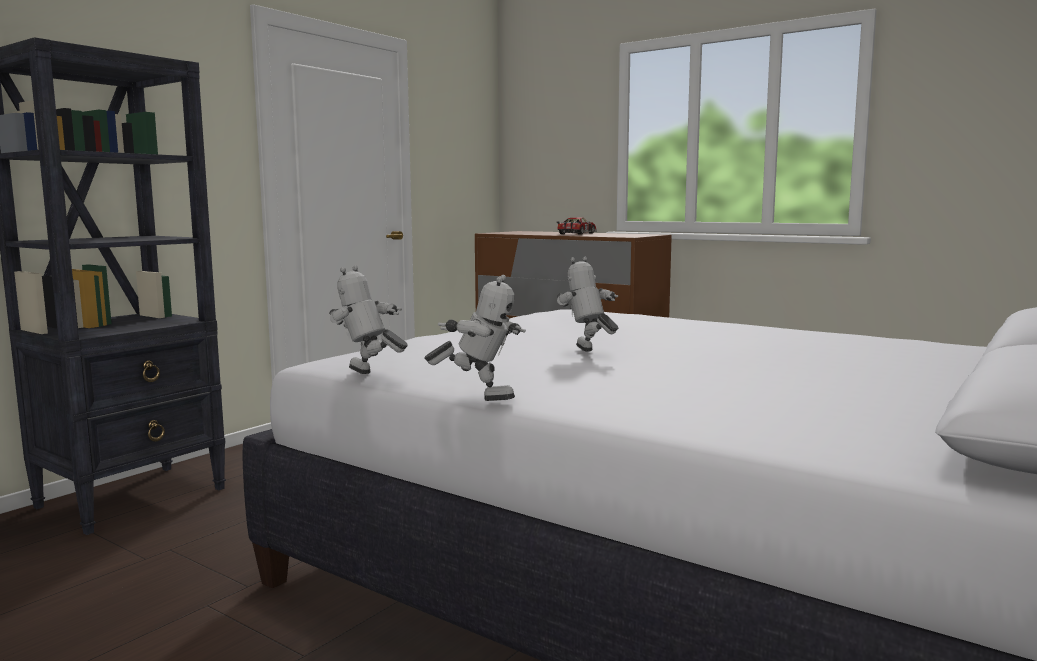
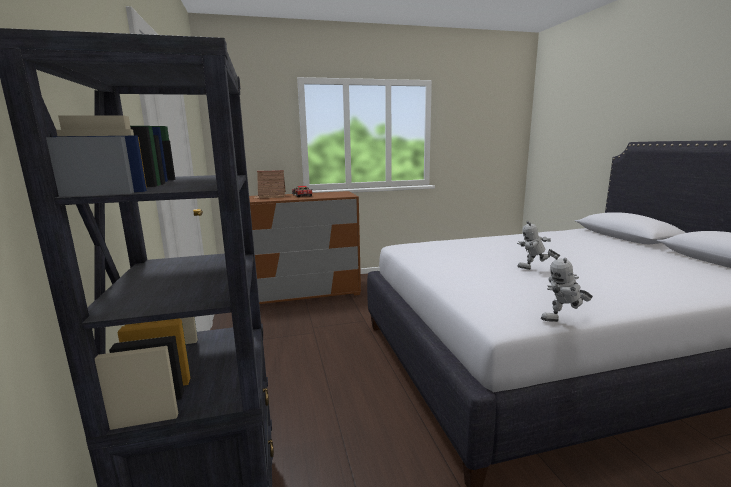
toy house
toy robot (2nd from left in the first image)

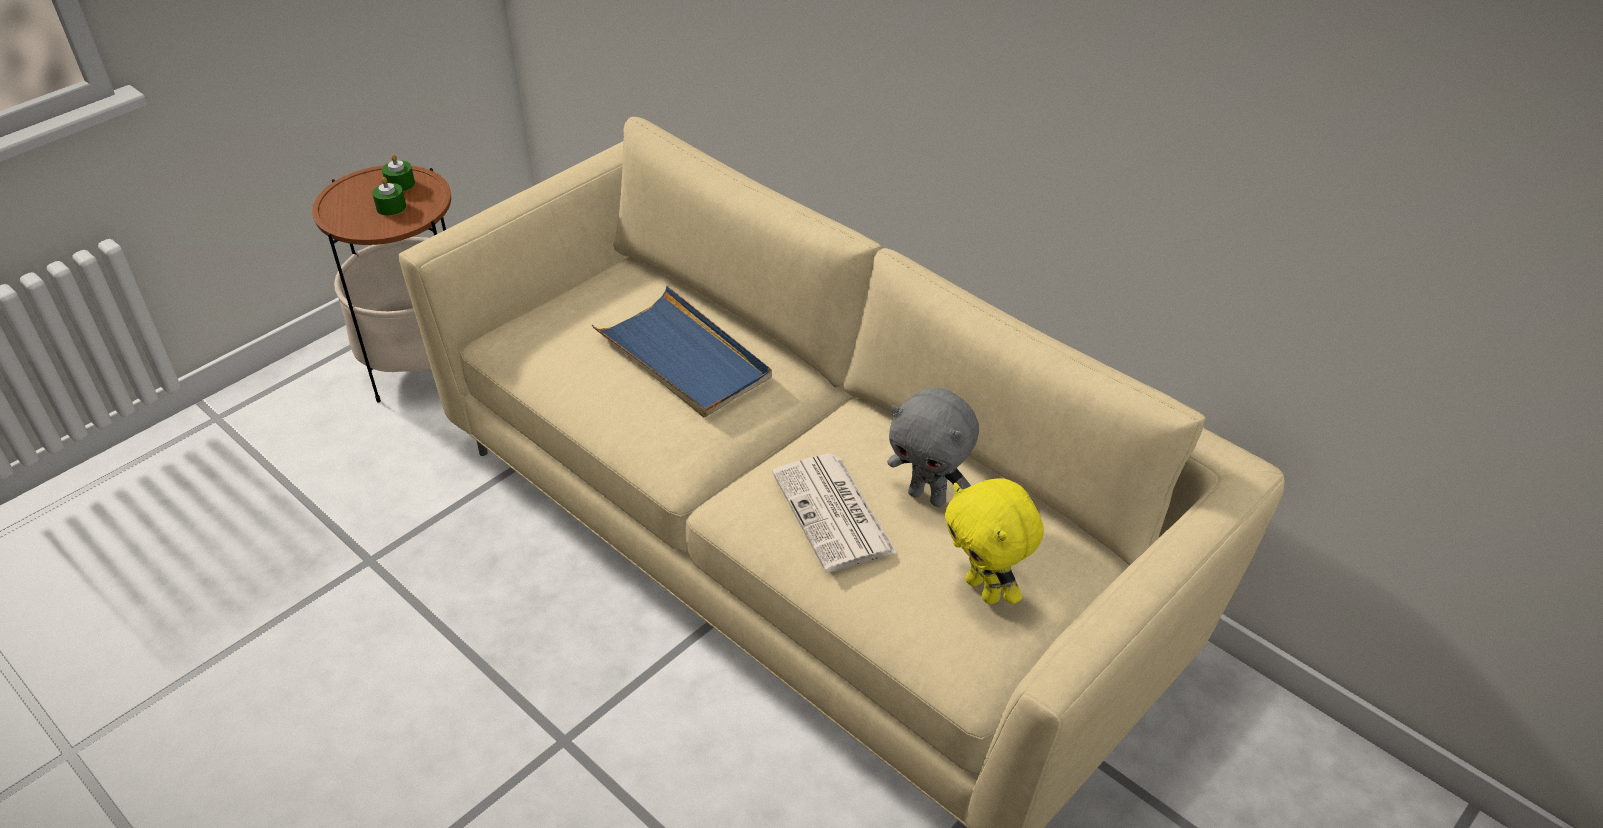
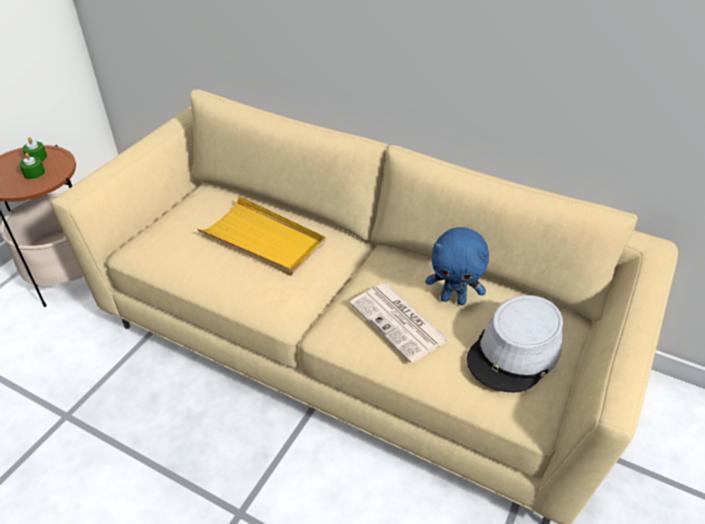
yellow tray
blue plush toy
grey hat

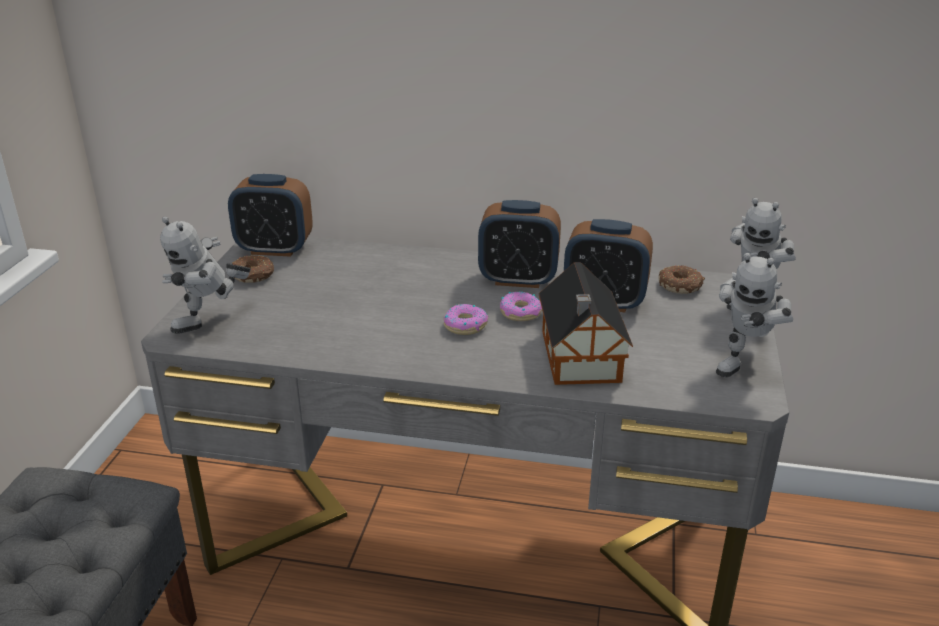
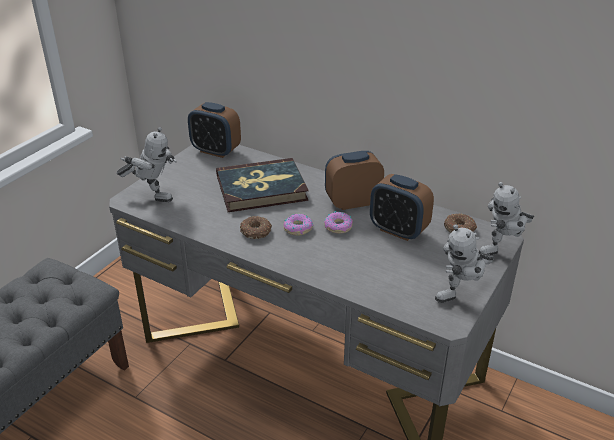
toy robot (1st from left)
book
donut (1st from left)
alarm clock (2nd from left)
toy house

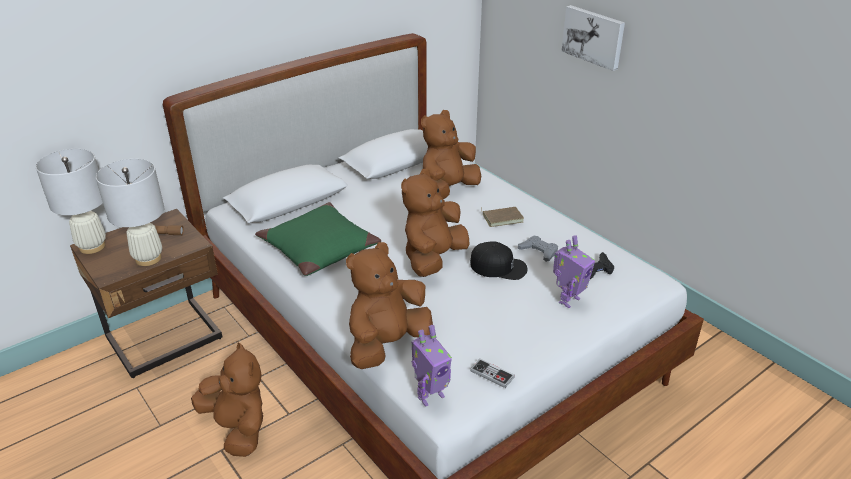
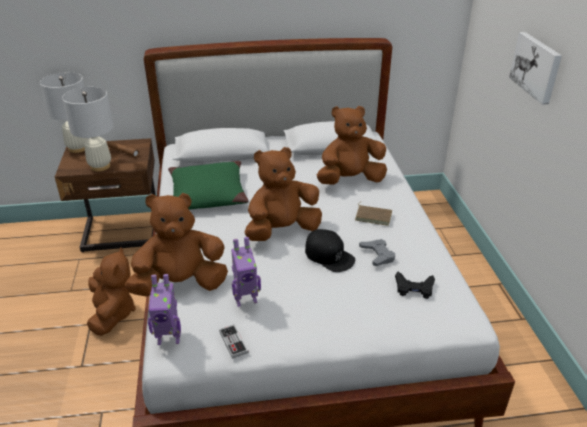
toy robot (2nd from left)

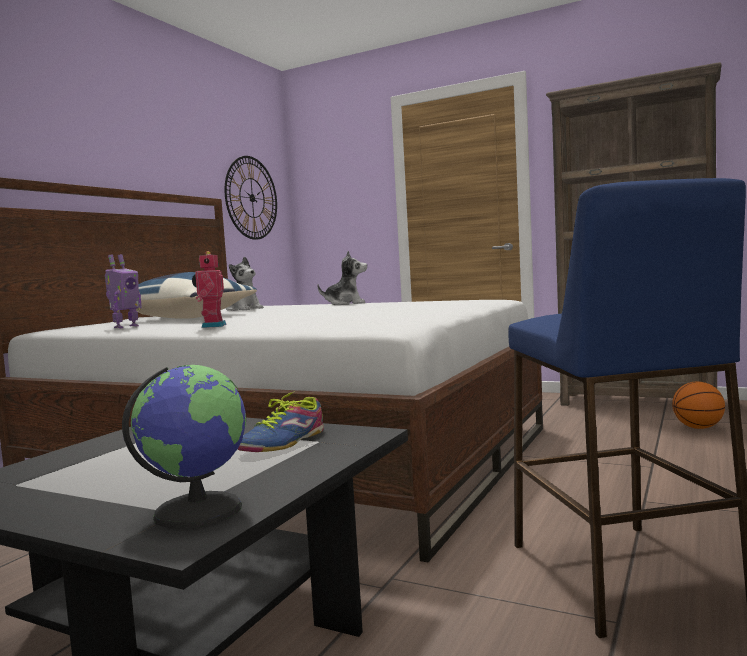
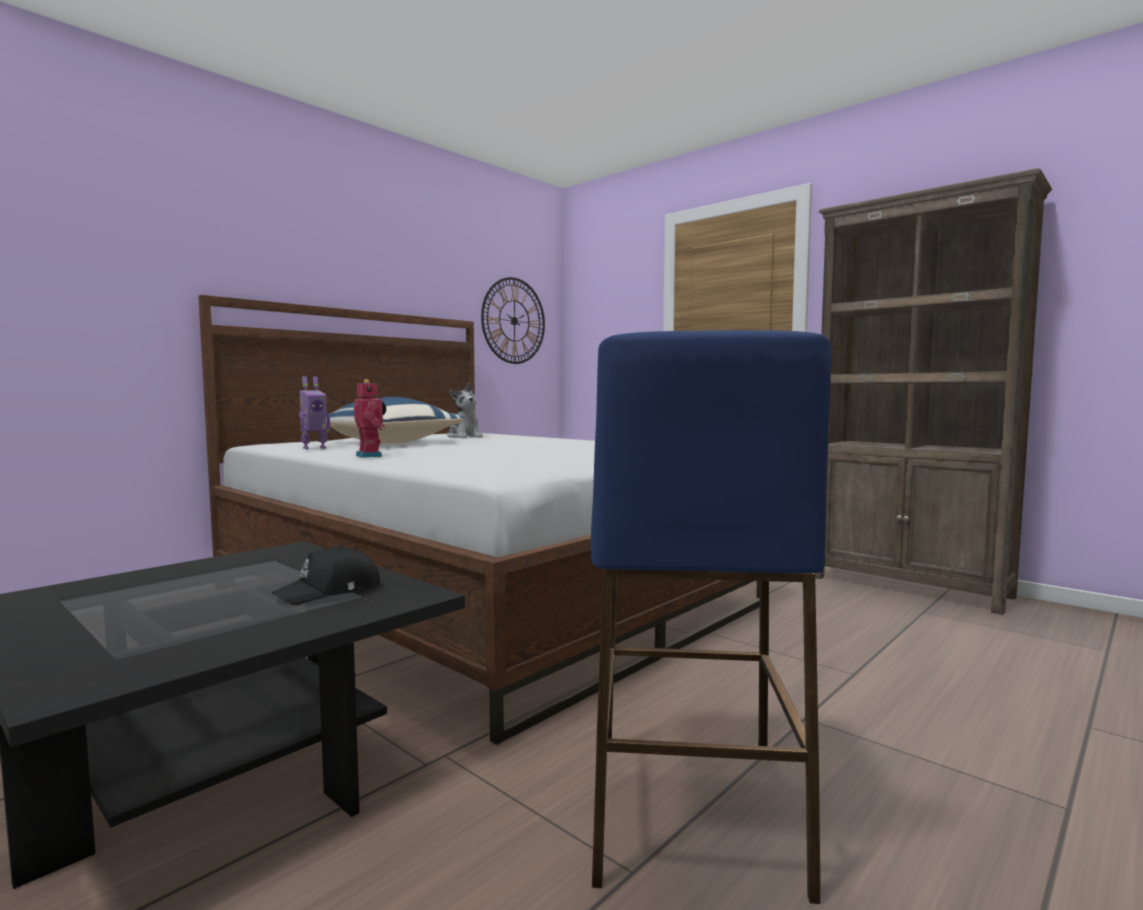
black cap
toy robot (2nd from left)
globe
plush toy (2nd from left in the first image)
basketball

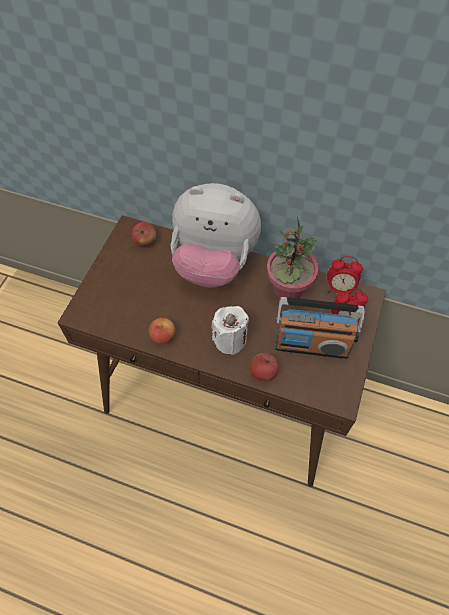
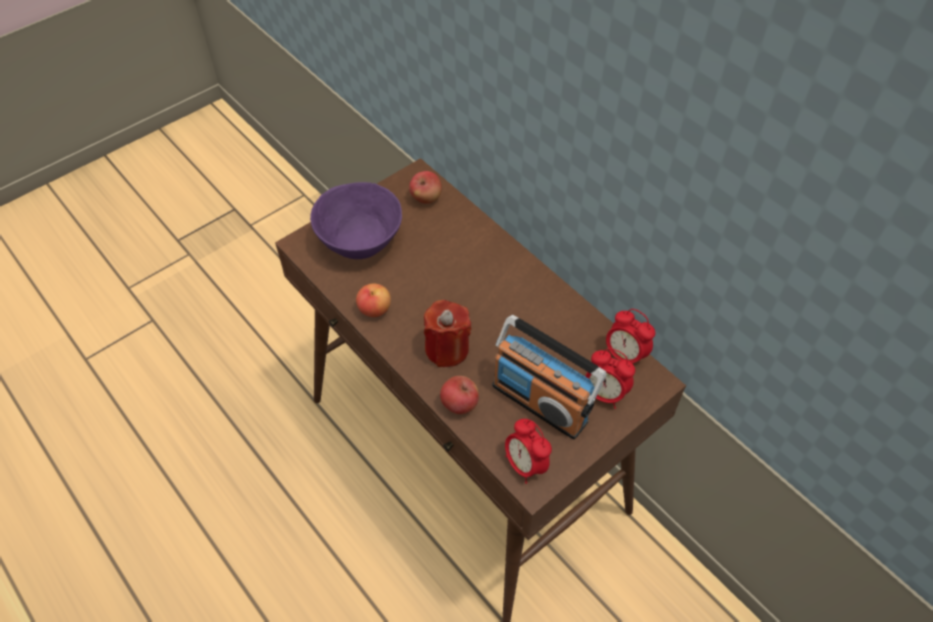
purple bowl
red candle
alarm clock (1st from left)
plush toy
potted plant

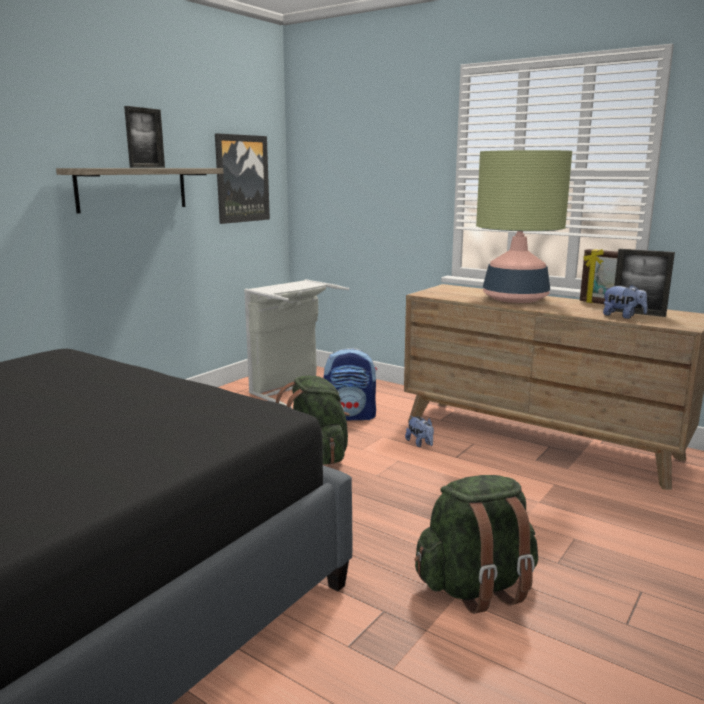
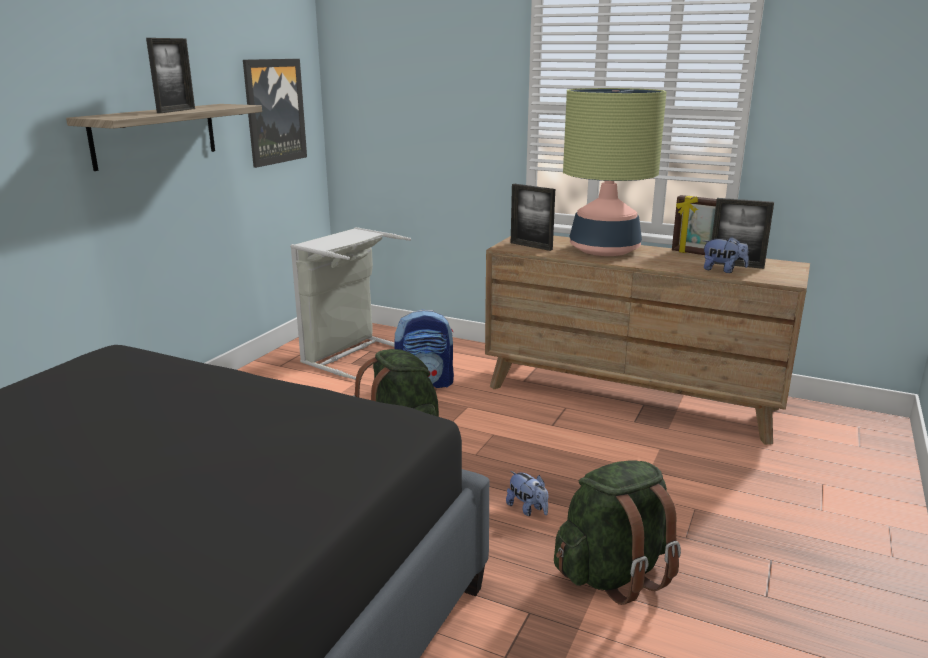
plush toy (1st from left)
picture frame (2nd from left)

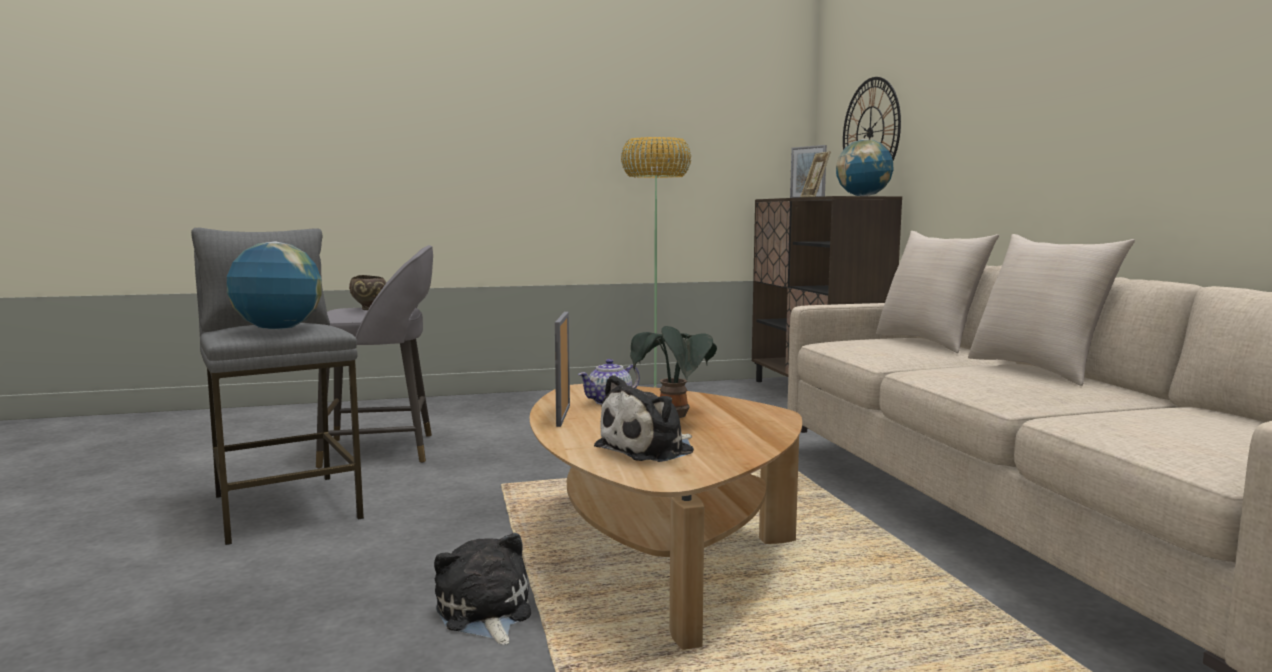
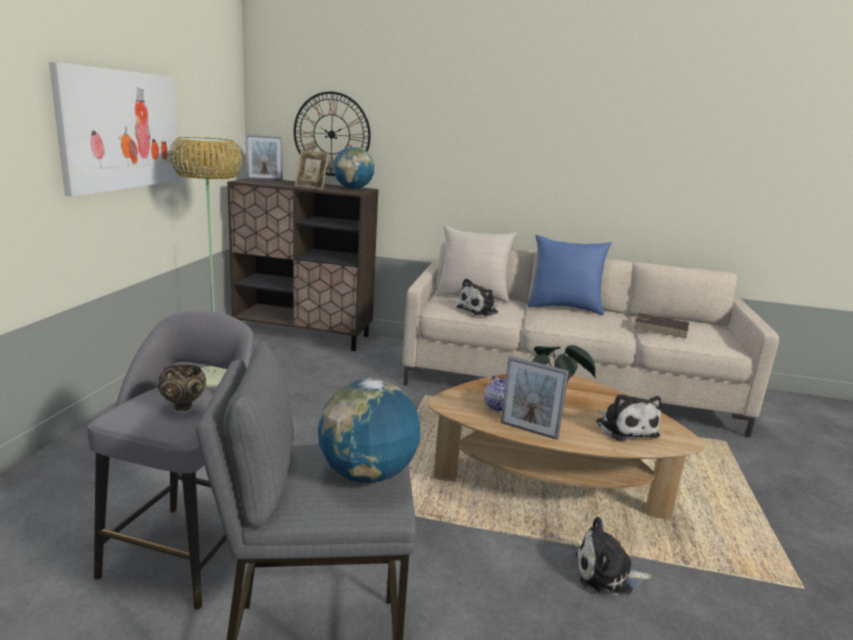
picture
plush toy (1st from left)
blue pillow
brown book

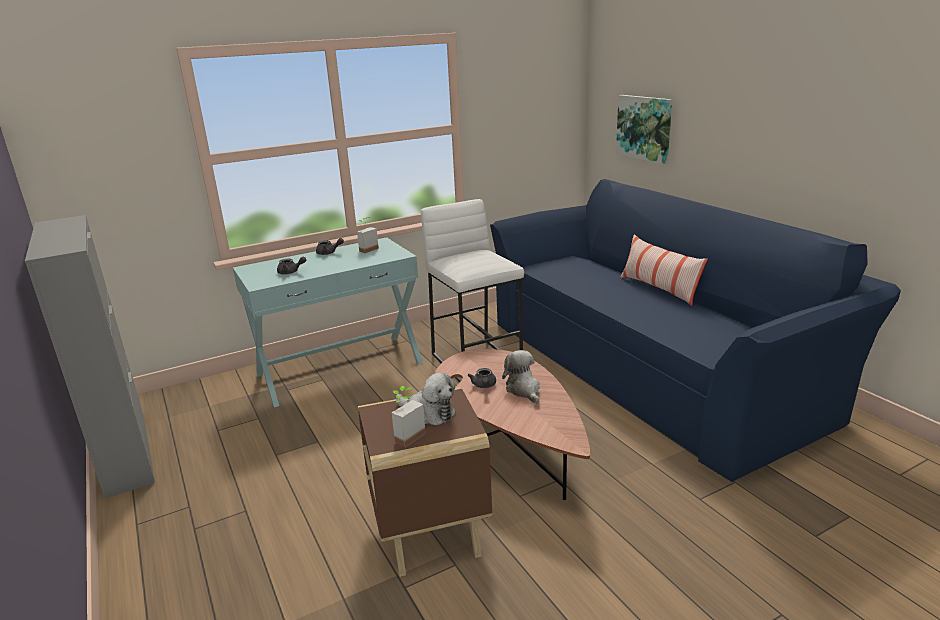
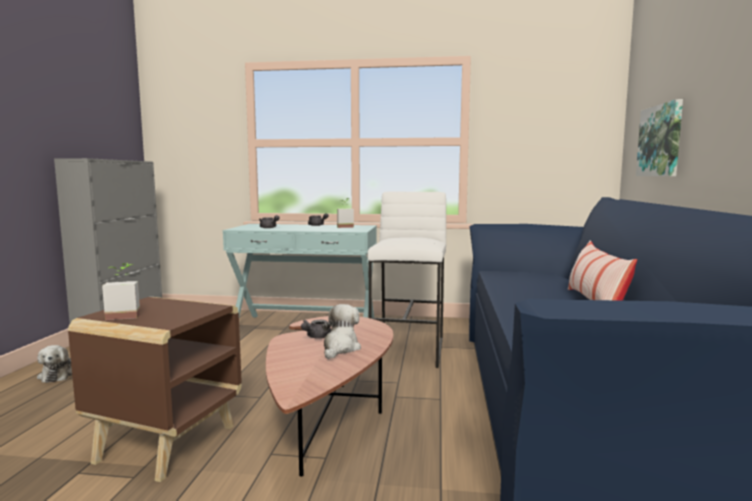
plush toy (1st from left)

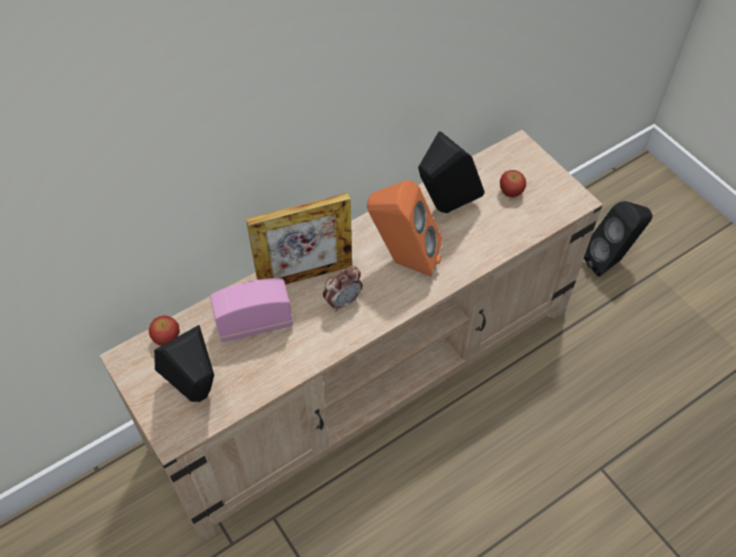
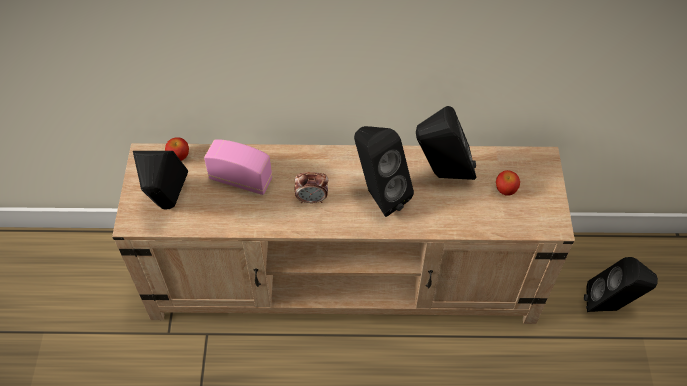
black speaker (2nd from left)
picture frame

